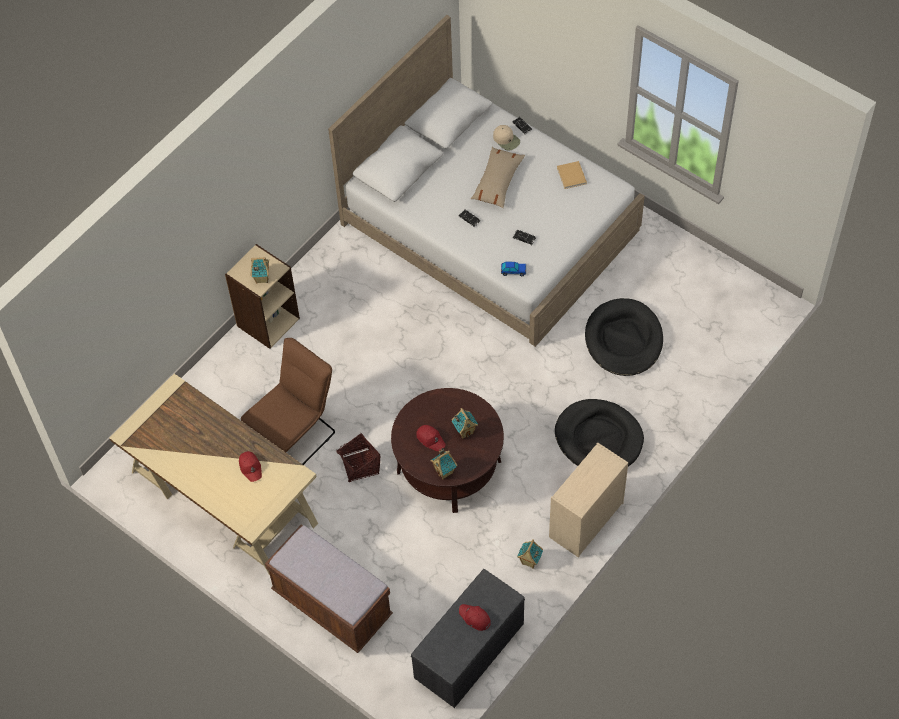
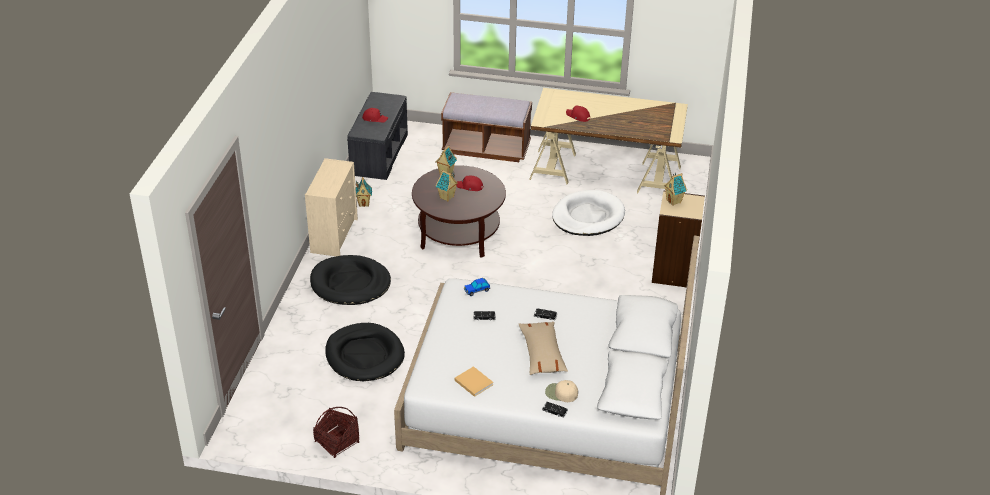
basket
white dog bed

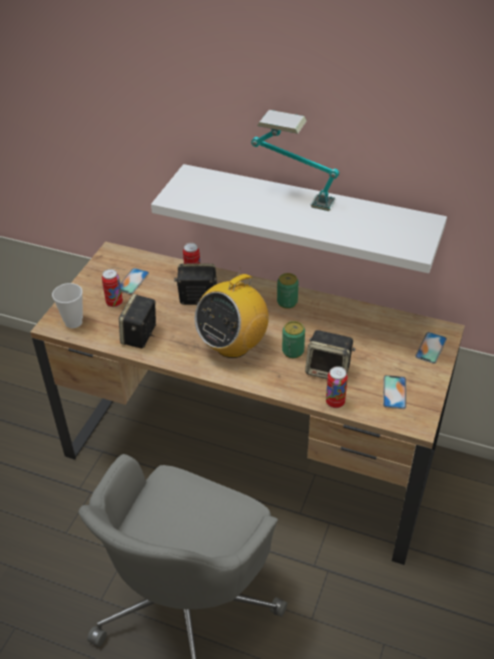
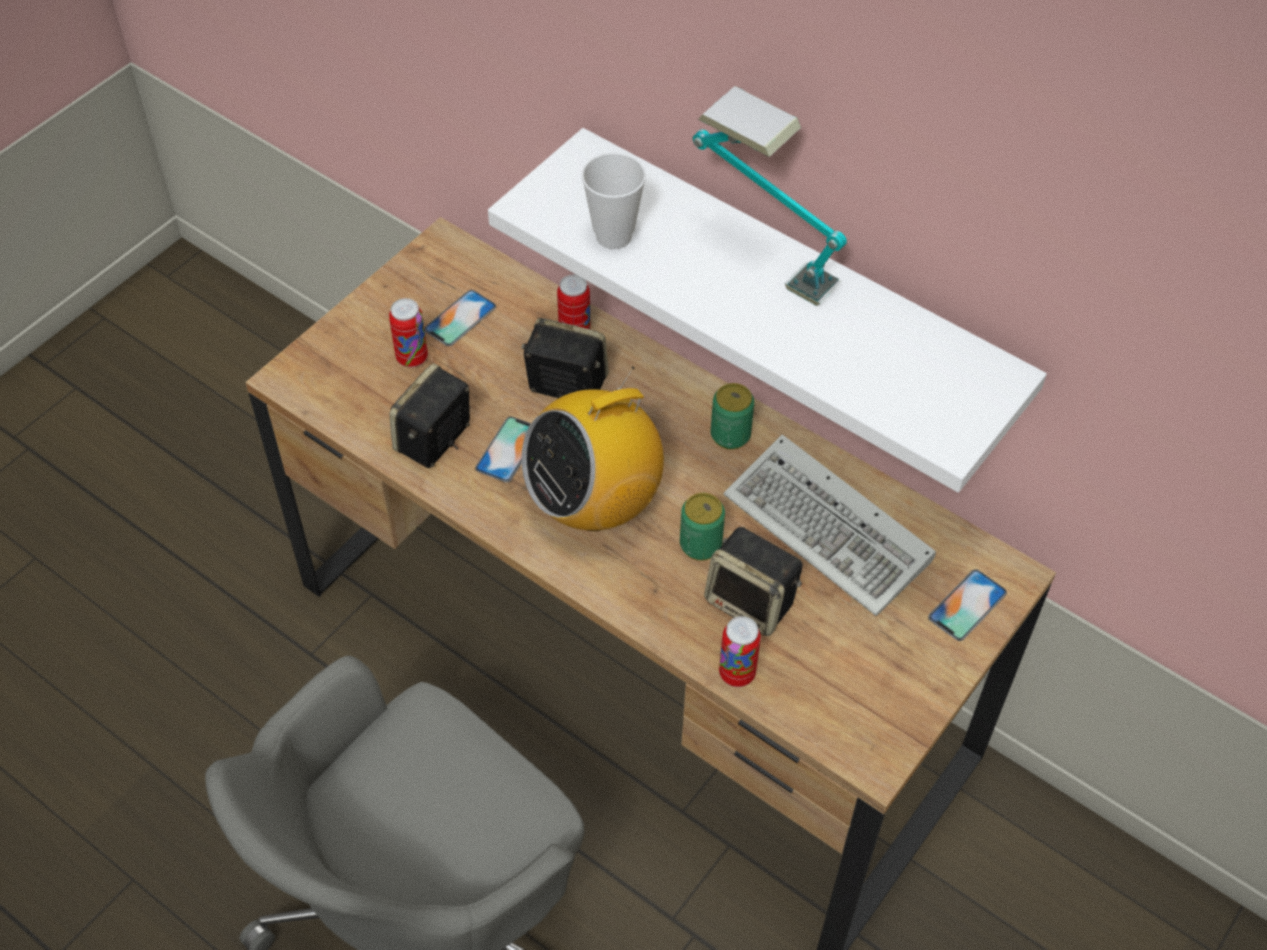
phone (2nd from left)
cup
keyboard

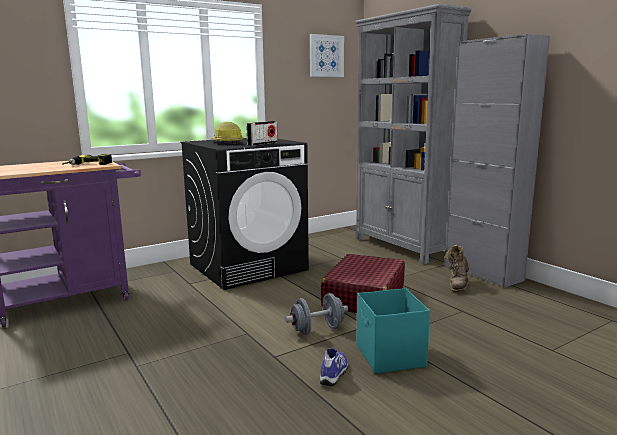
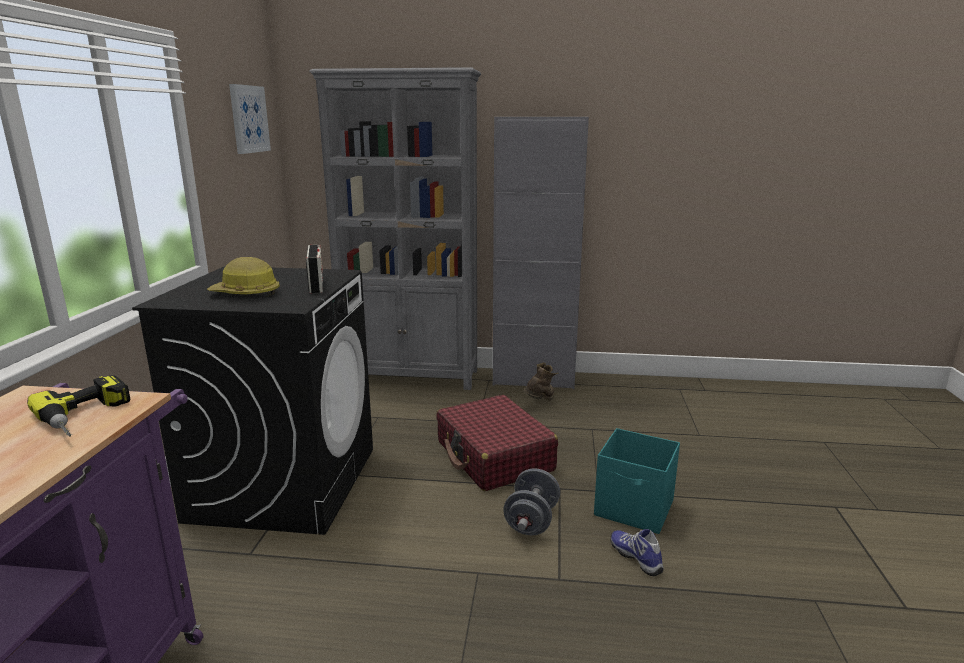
brown boot

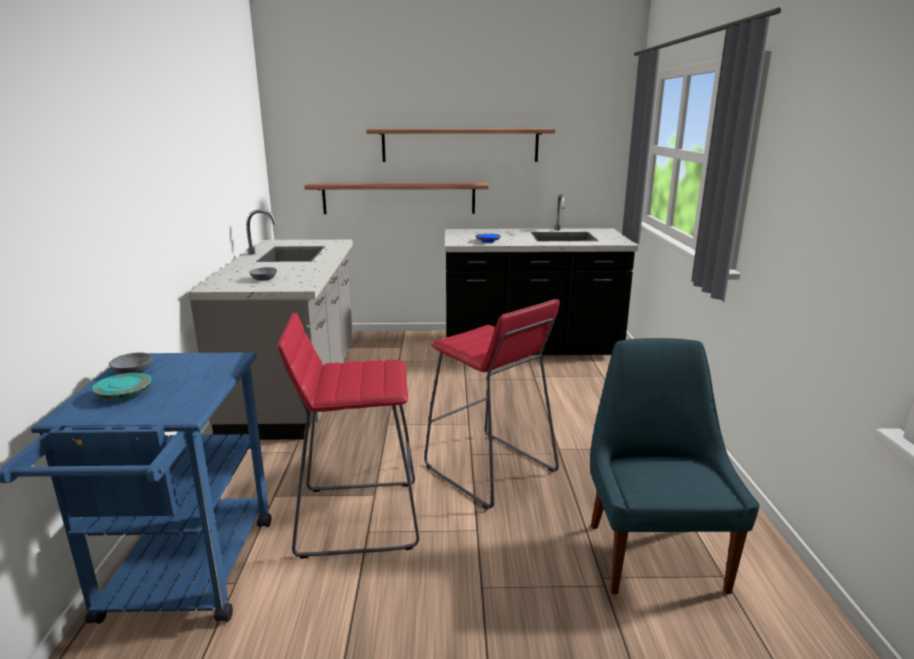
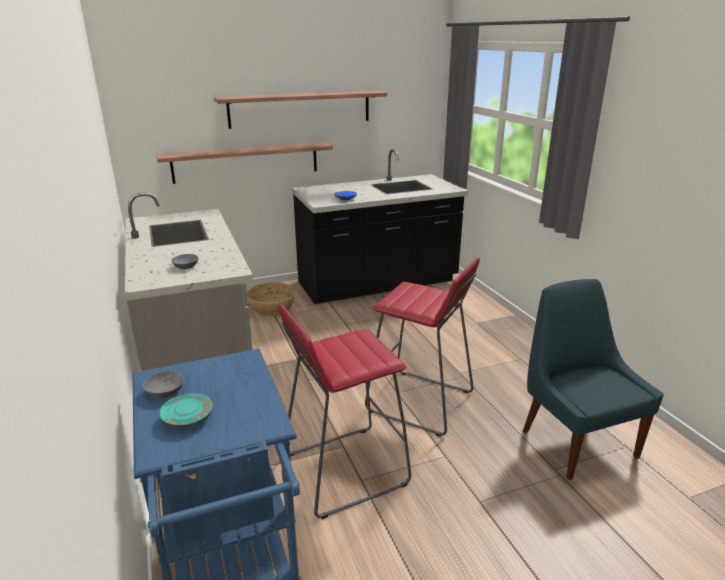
basket

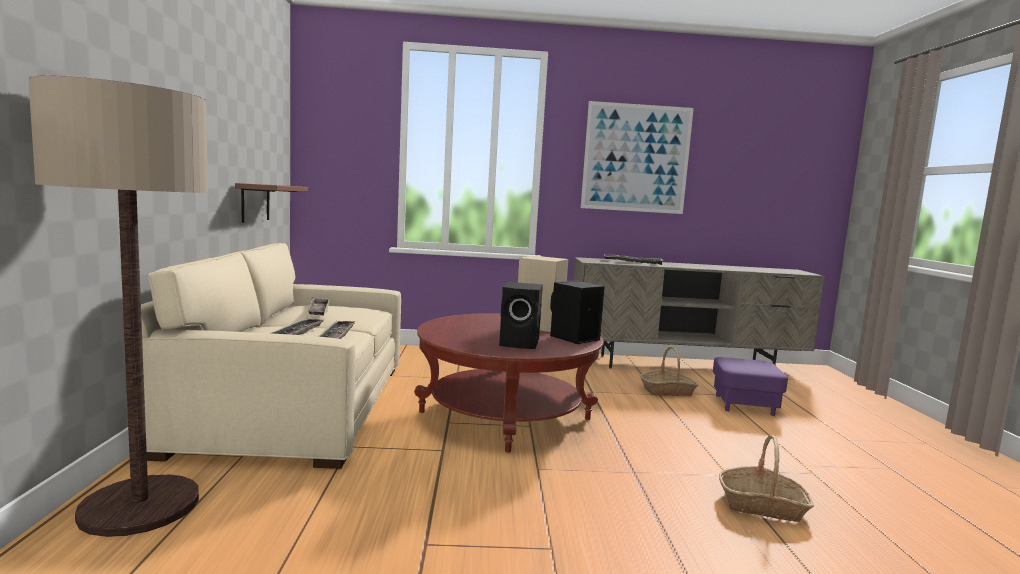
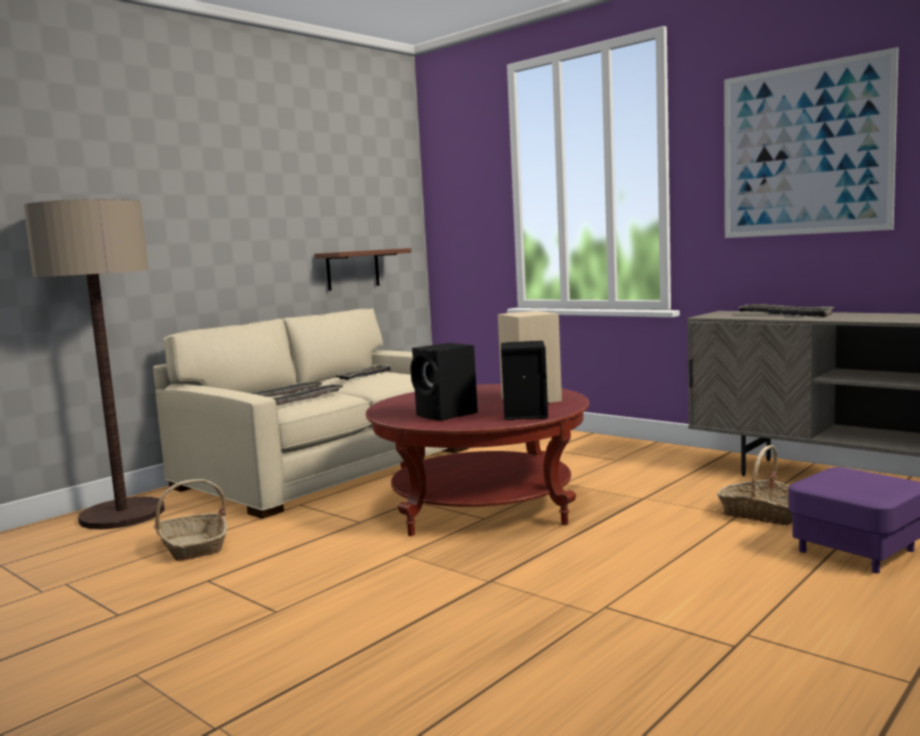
basket (1st from left)

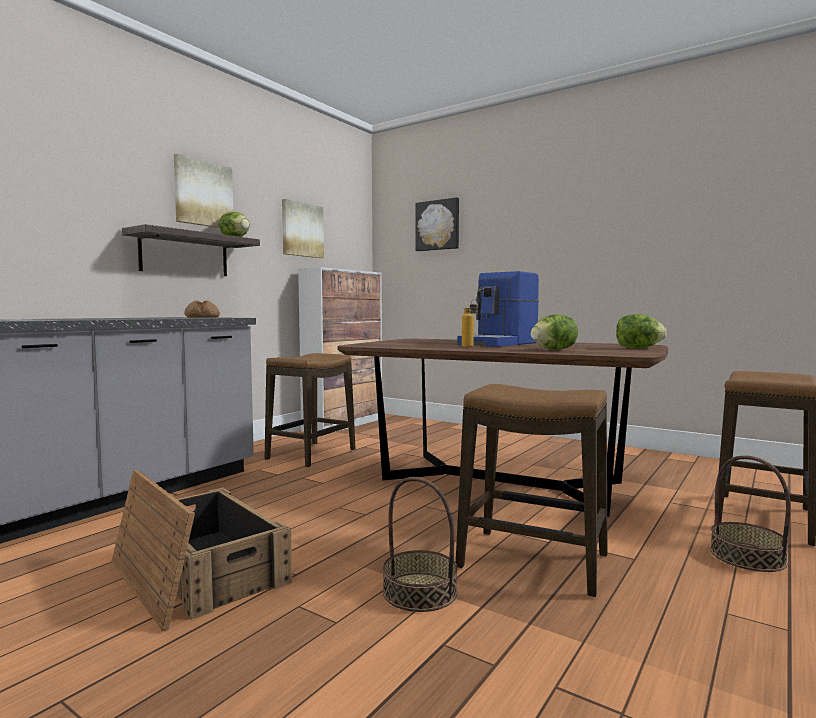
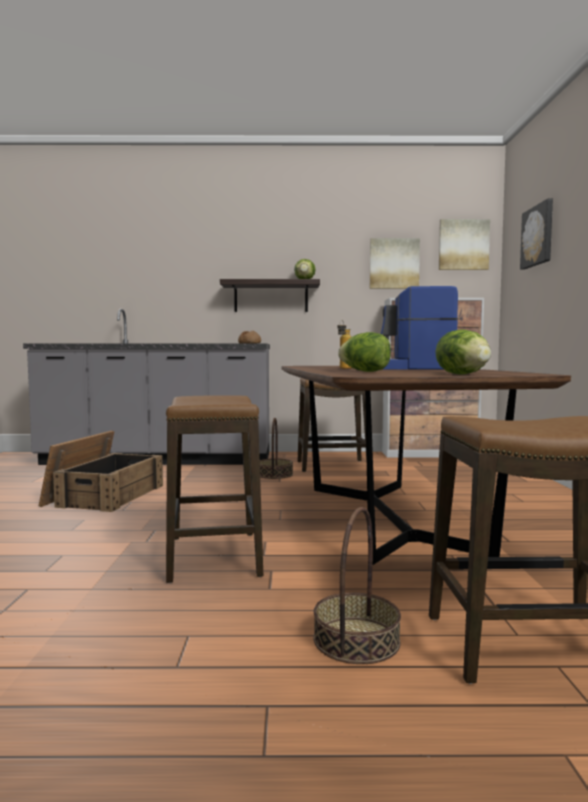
basket (1st from left)
picture (2nd from left)

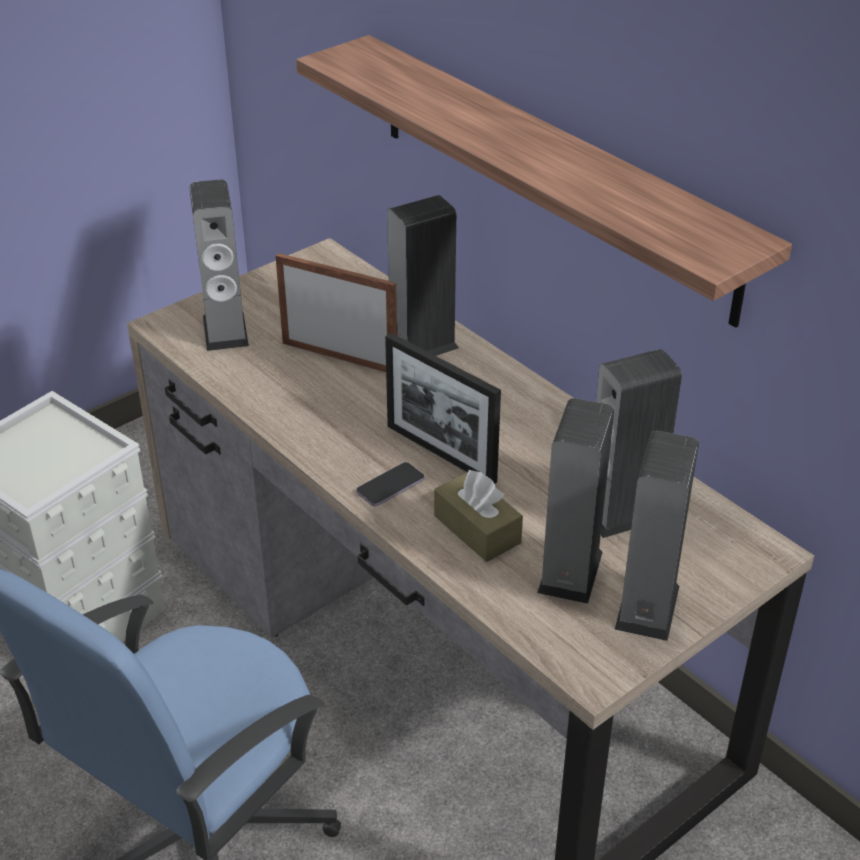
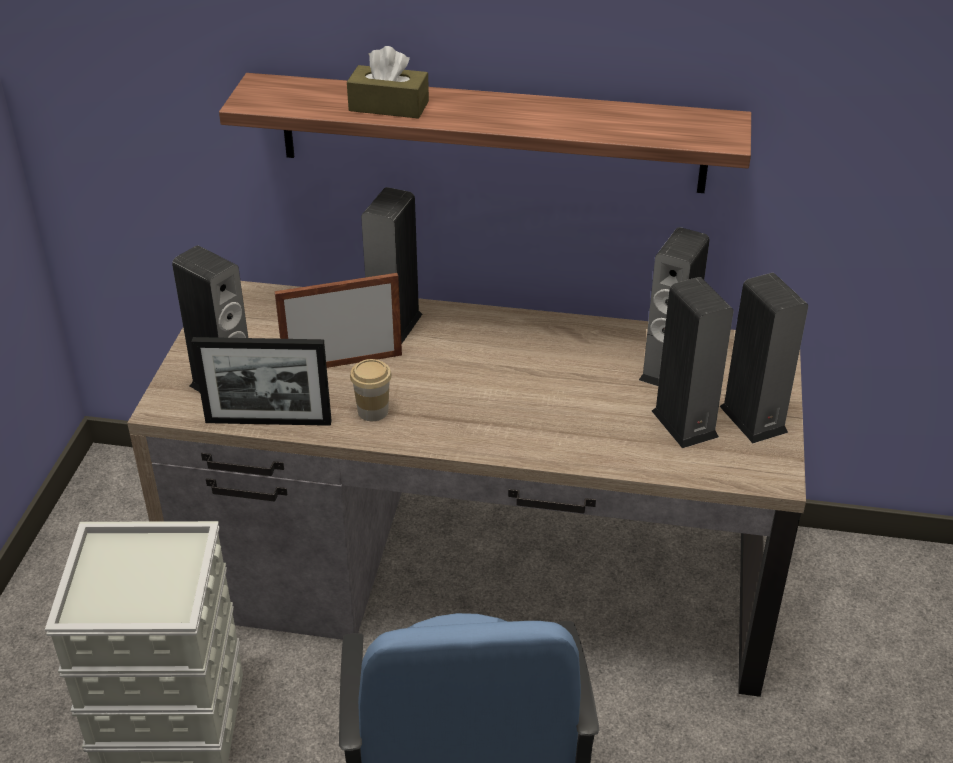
picture frame (1st from left)
brown tissue box
cup
phone

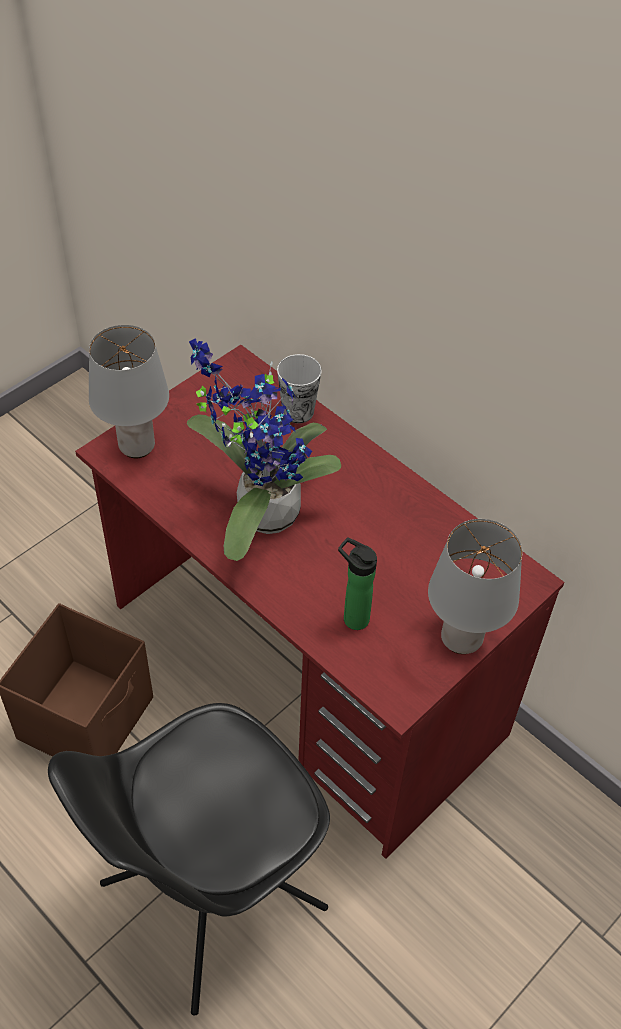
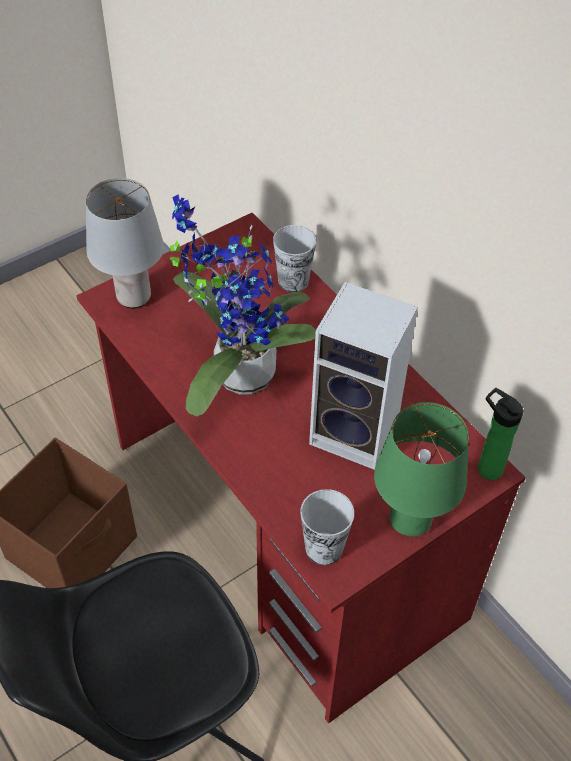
cup (2nd from left)
speaker
green table lamp
bottle

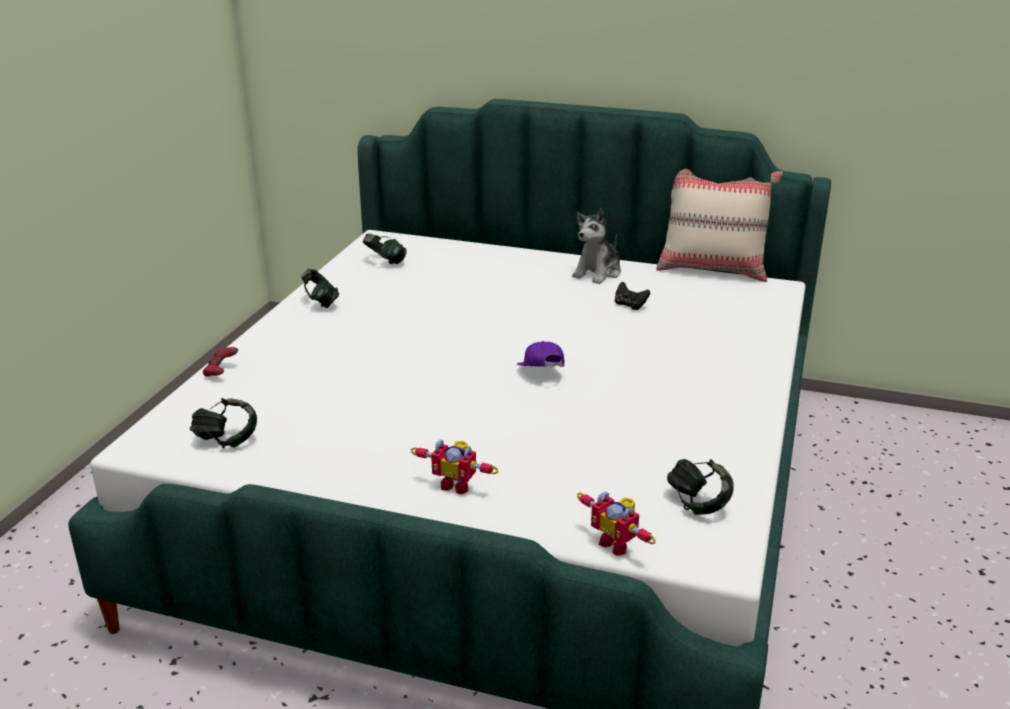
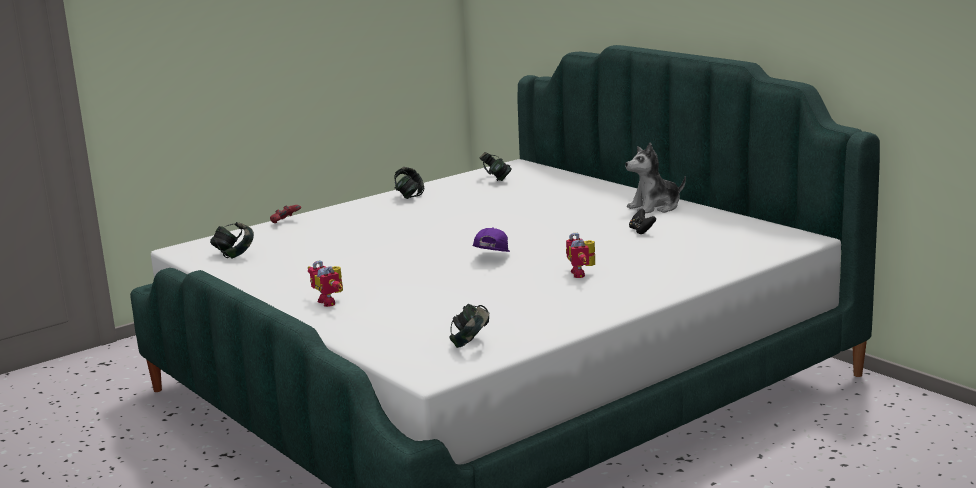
toy robot (2nd from left)
beige pillow

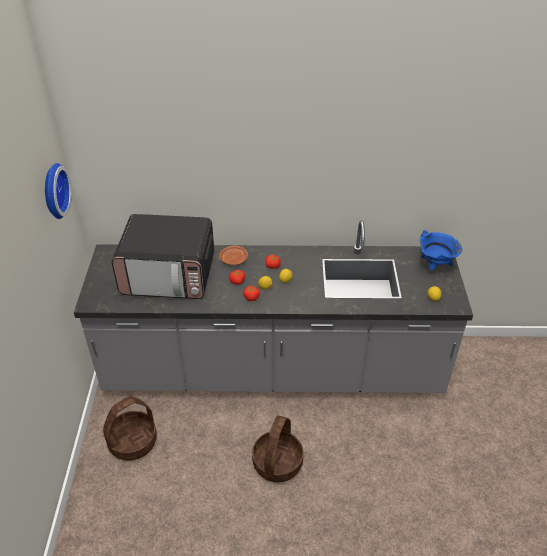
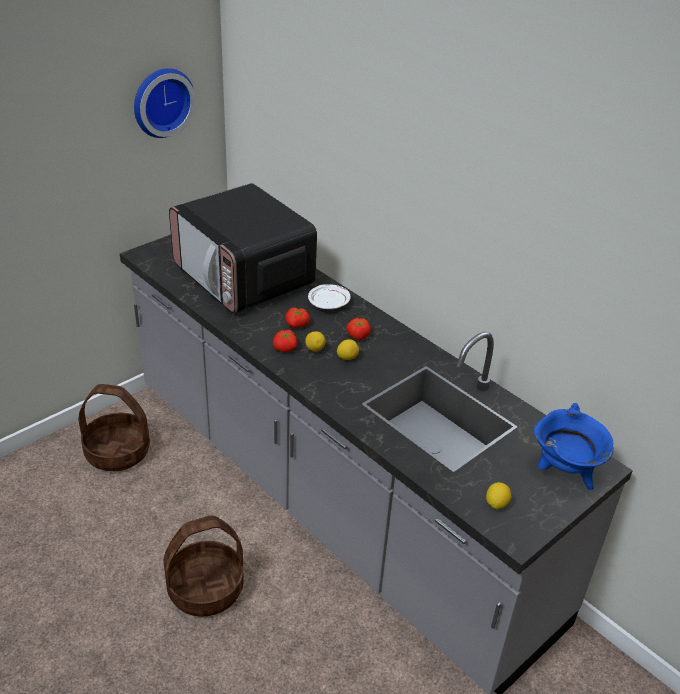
white plate

